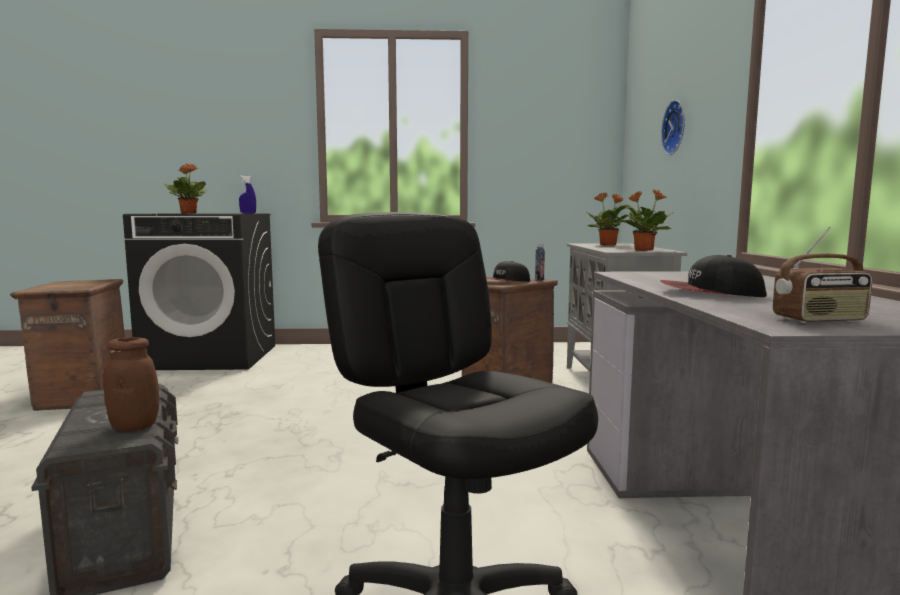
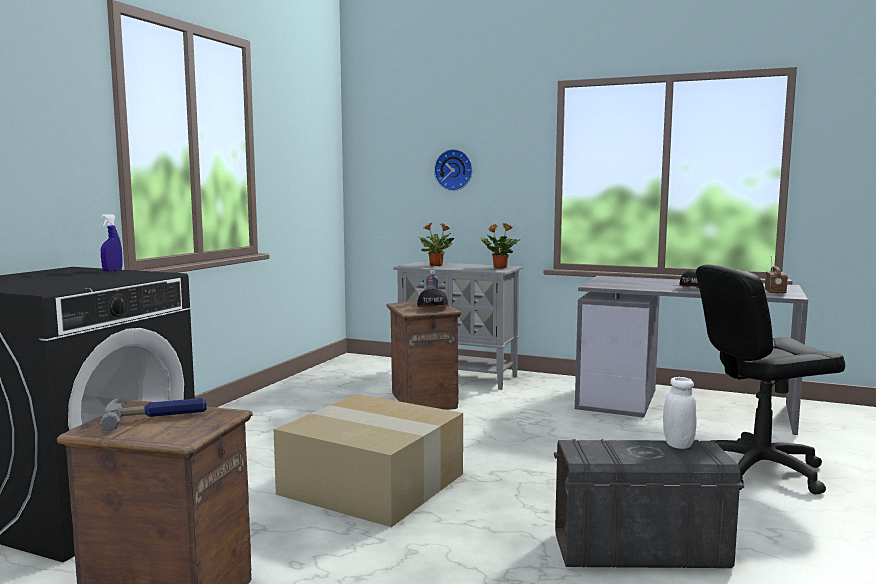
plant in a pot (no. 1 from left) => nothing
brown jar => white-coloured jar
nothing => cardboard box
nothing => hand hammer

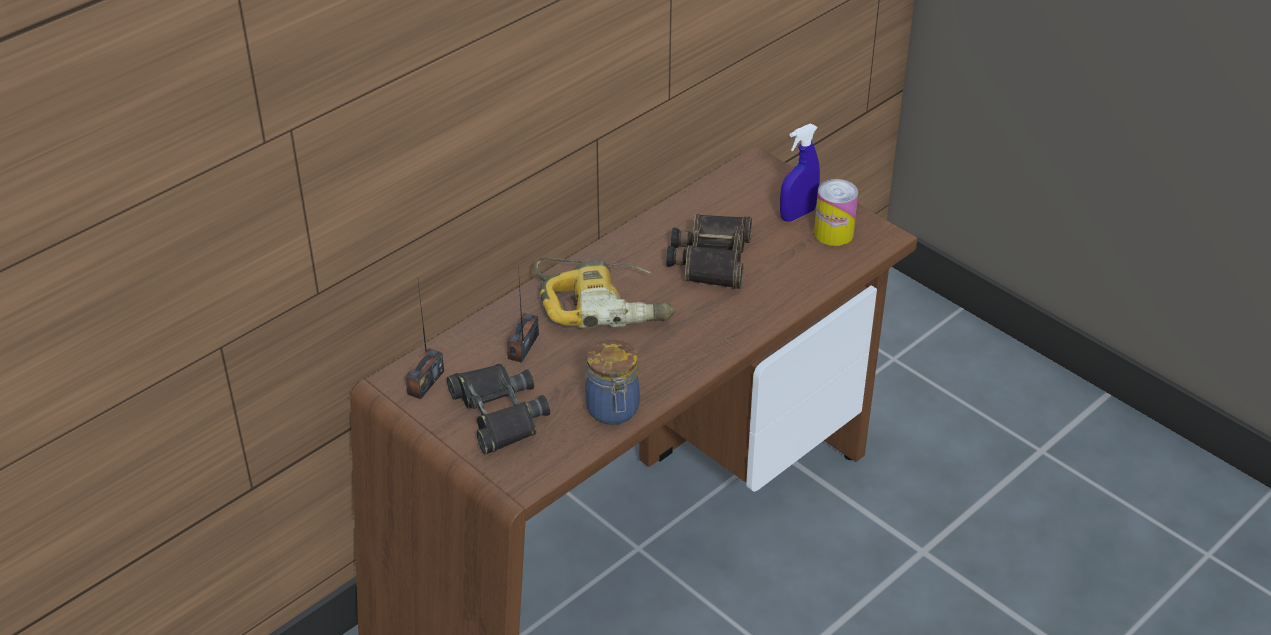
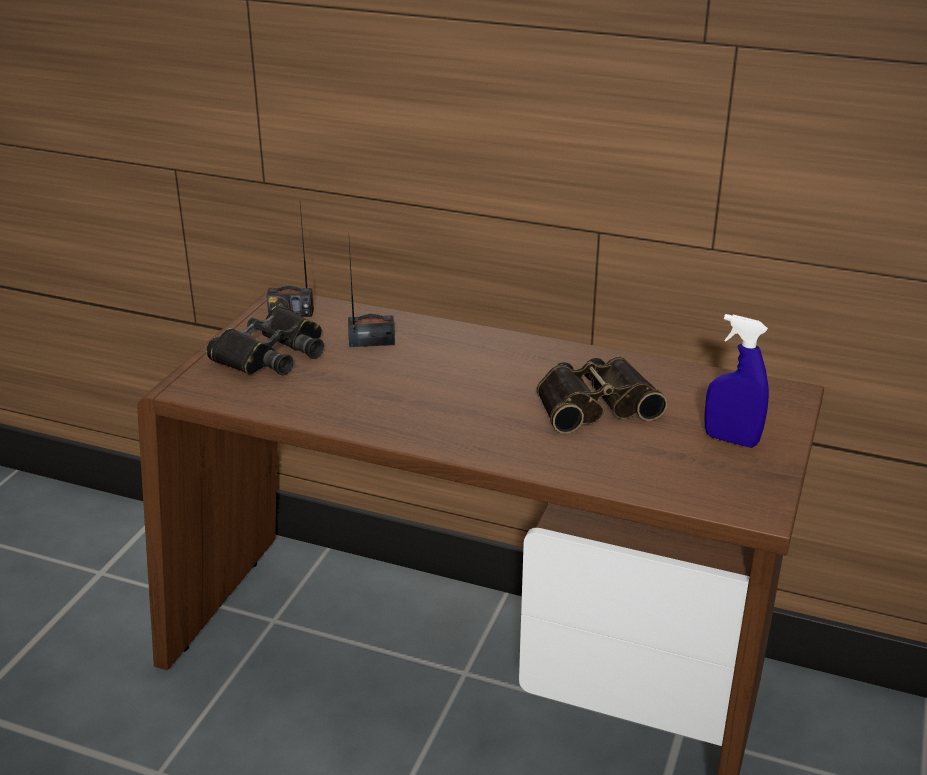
can => nothing
electric drill => nothing
jar => nothing

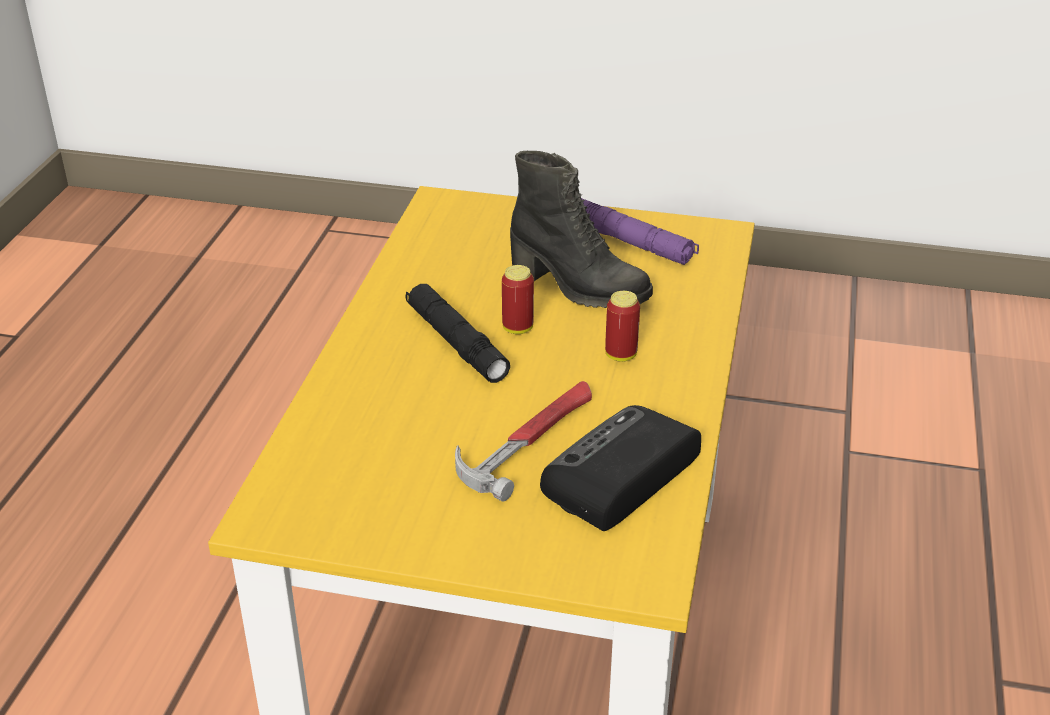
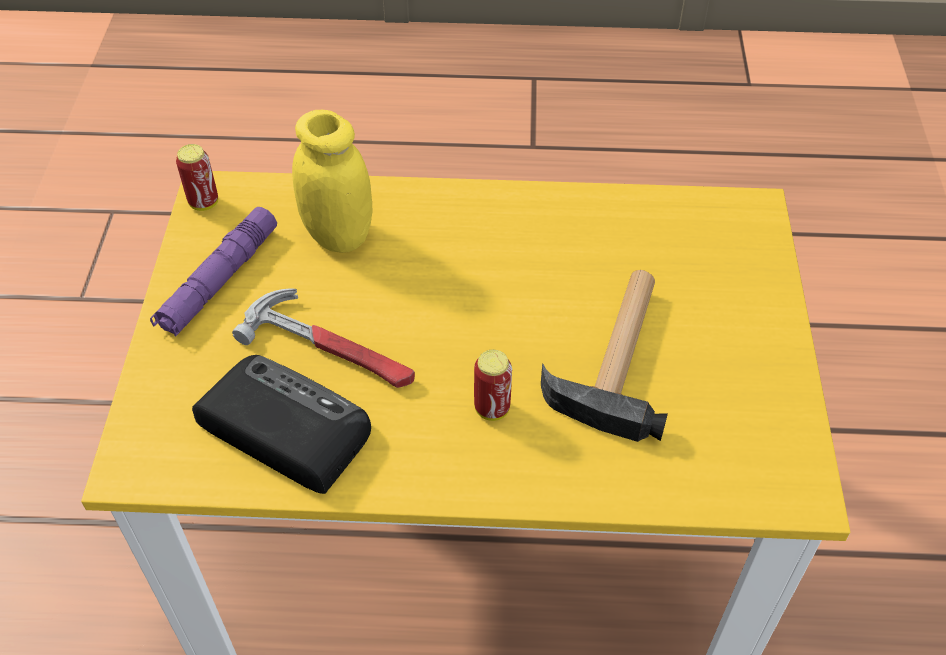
blackish tall boot => hand hammer (no. 2 from left)
purplish hand torch, shifted
can (no. 1 from left), shifted
blackish hand torch => nothing
nothing => yellowish jar

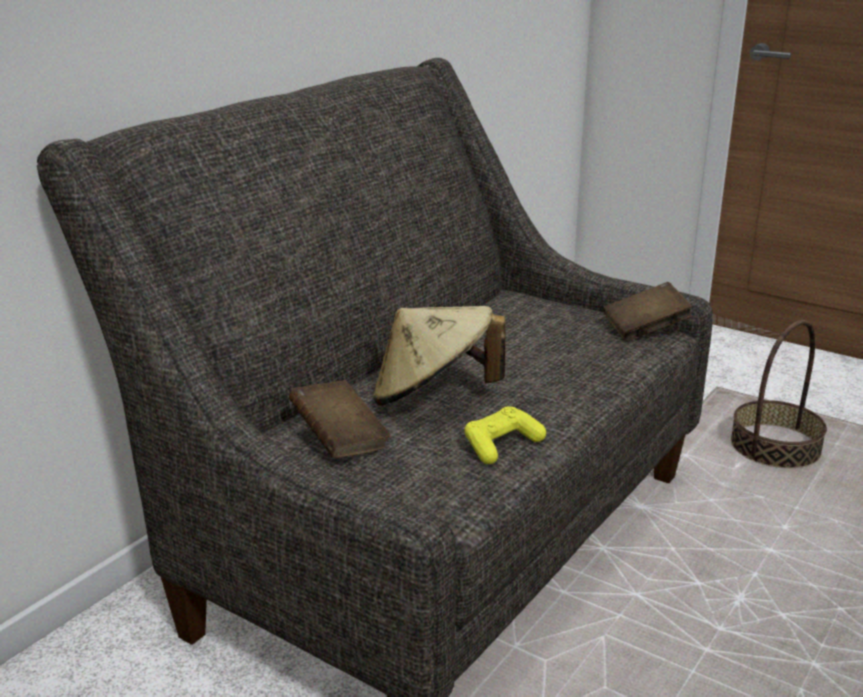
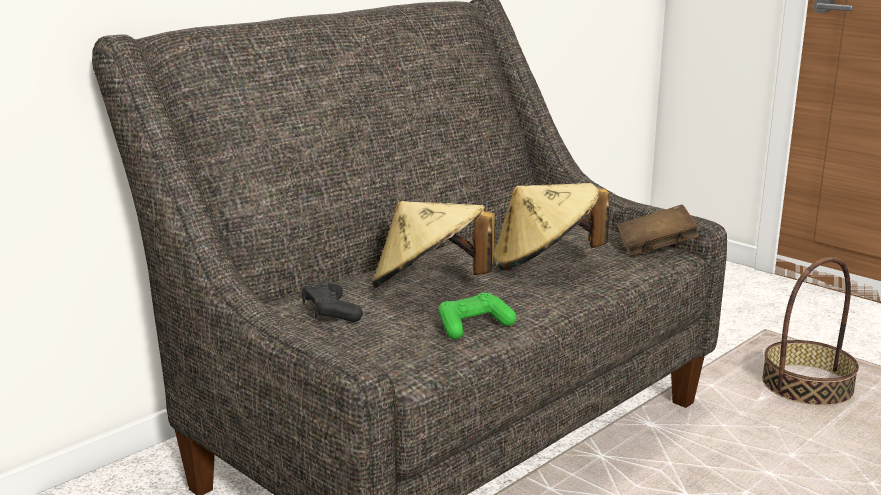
brown bound book (no. 1 from left) => blackish gamepad
yellowish gamepad => green gamepad
nothing => beige wearable hat (no. 2 from left)

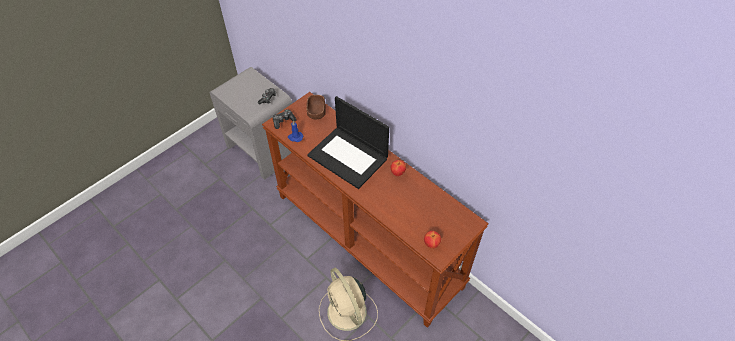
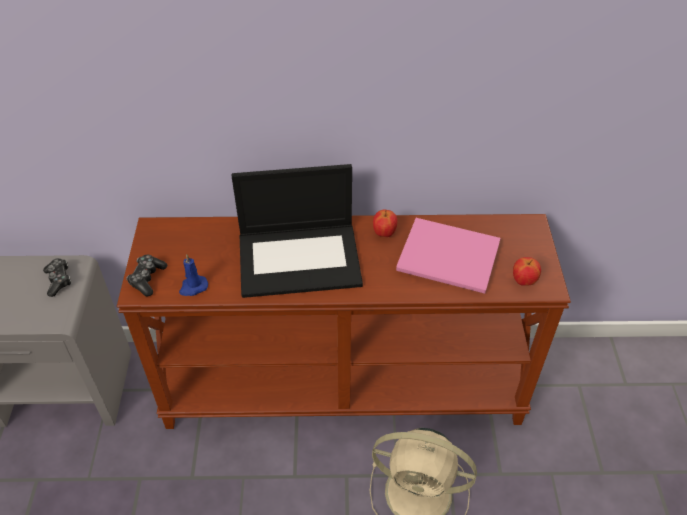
brown serving bowl => nothing
nothing => pink bound book

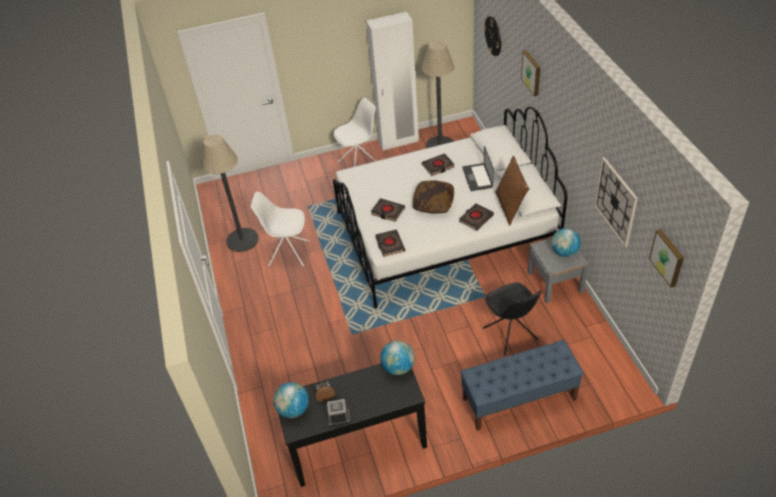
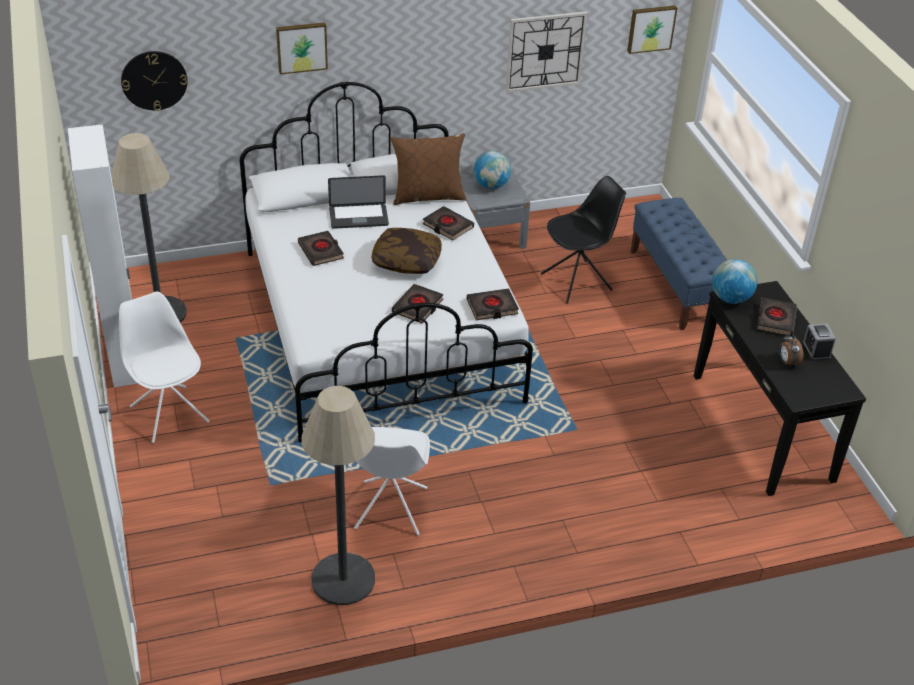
world globe (no. 1 from left) => nothing
nothing => blackish bound book (no. 5 from left)

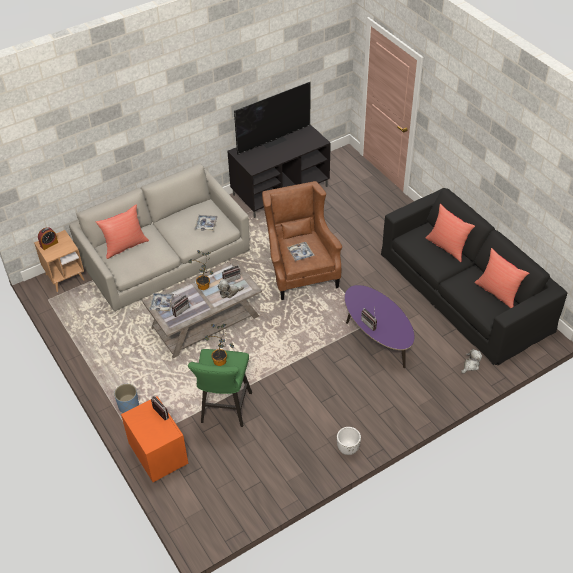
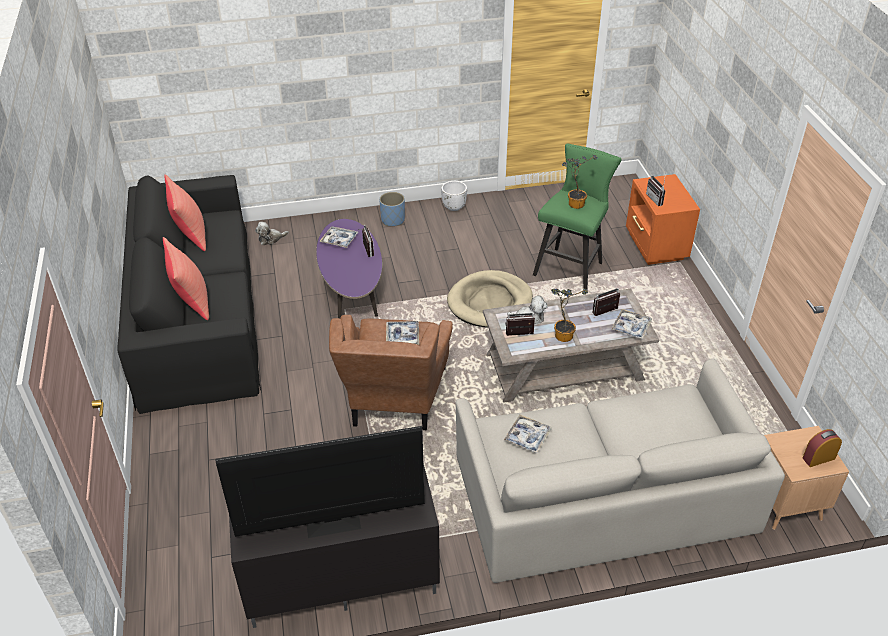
red-coloured cushion (no. 1 from left) => nothing
bluish plant pot, shifted
nothing => serving tray (no. 1 from left)
nothing => beige pet bed

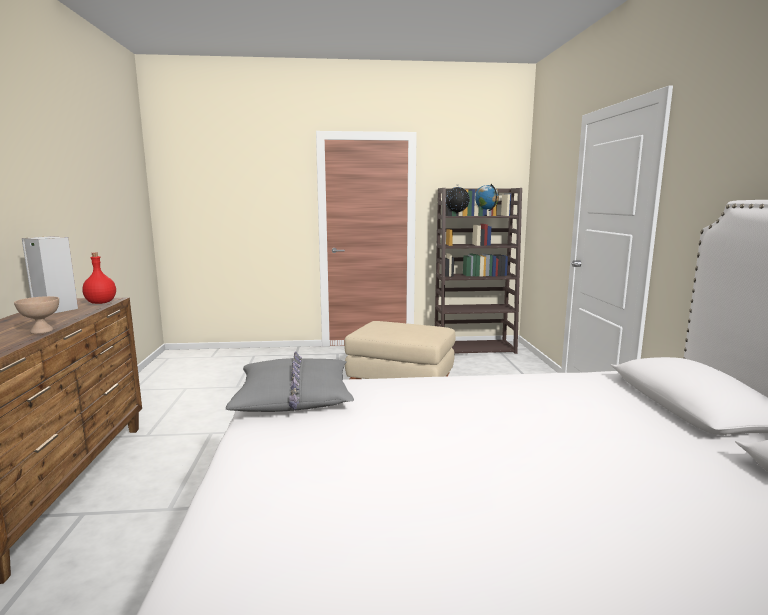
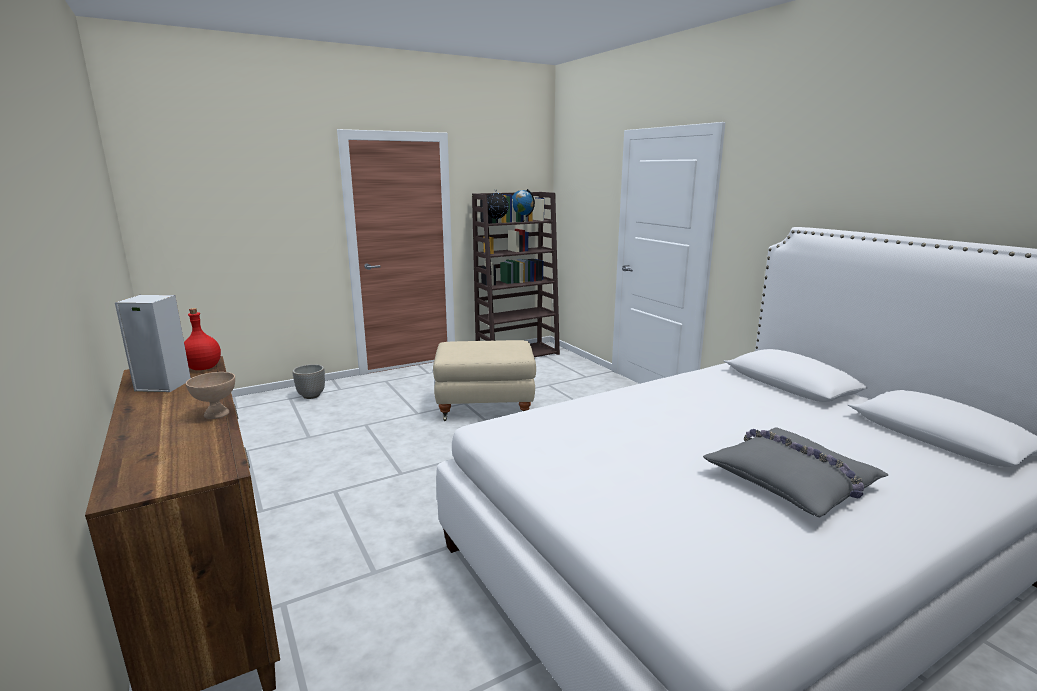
greyish cushion, shifted
nothing => plant pot

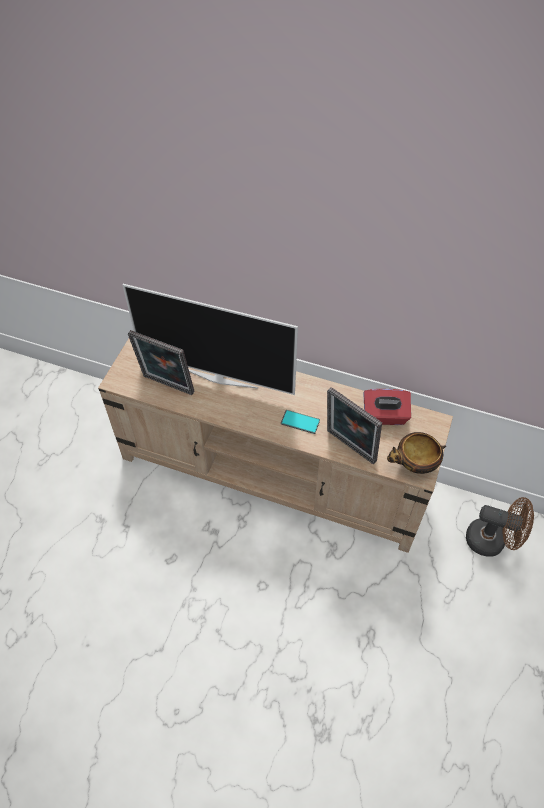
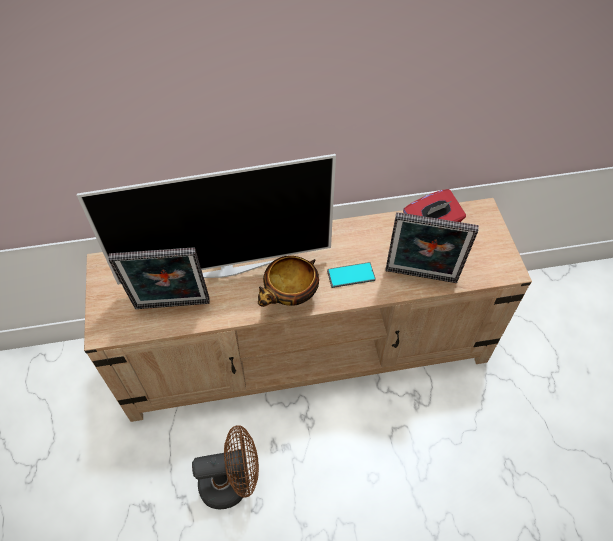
serving bowl, shifted
brown fan, shifted

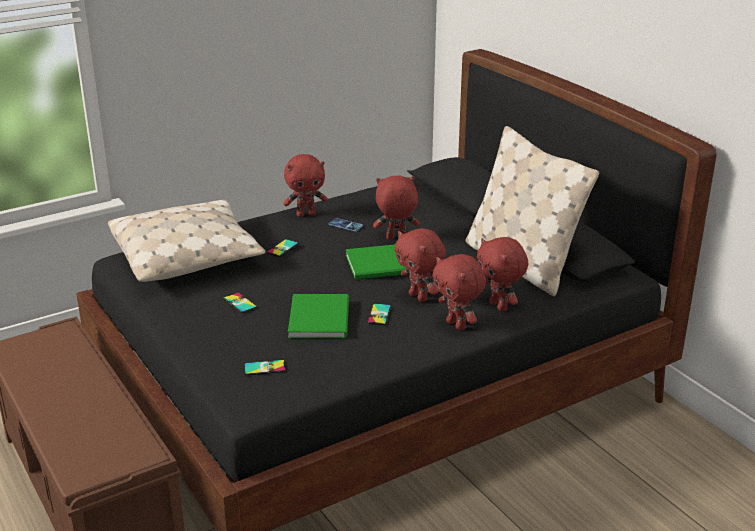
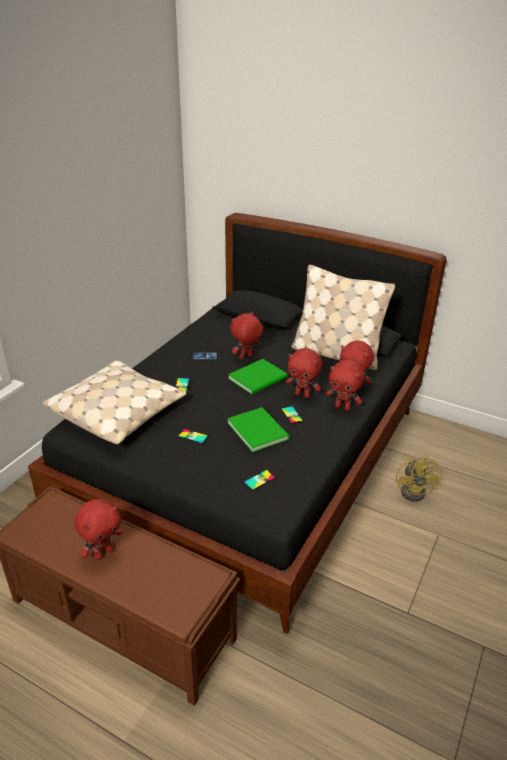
red-coloured cuddly toy (no. 1 from left), shifted
nothing => yellowish fan

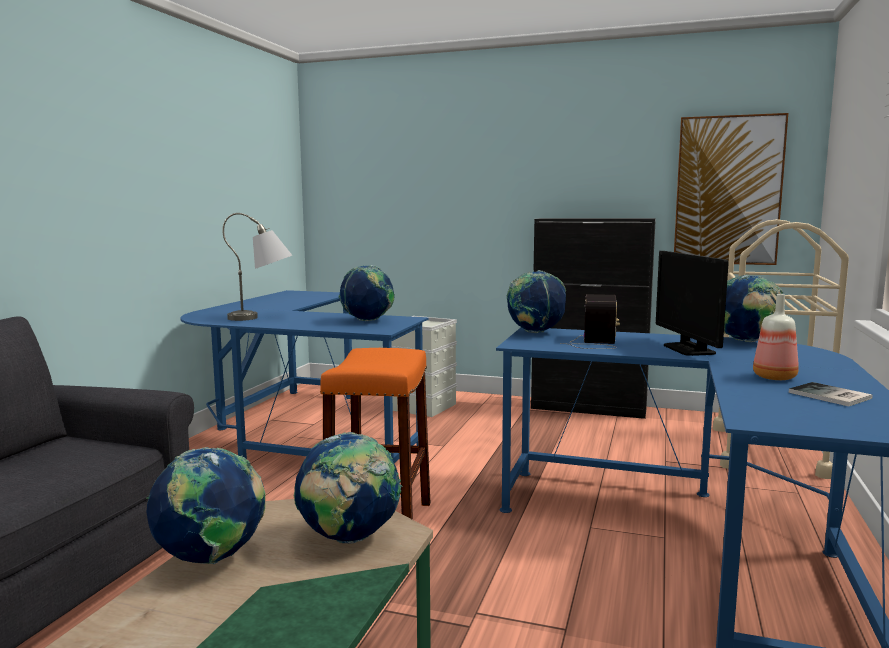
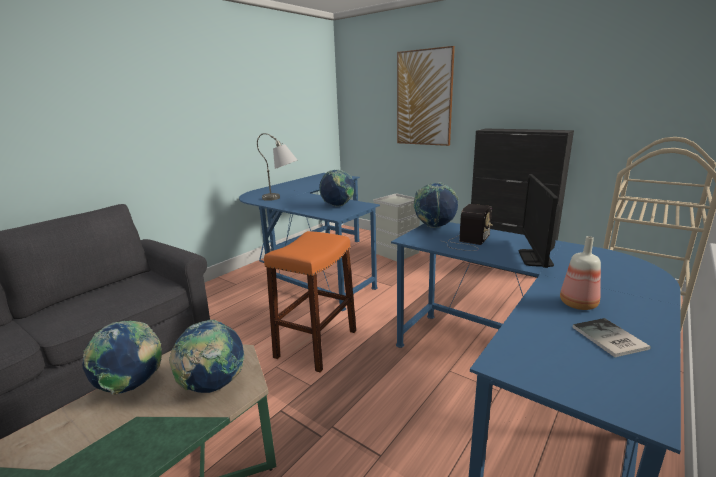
wall picture, shifted
world globe (no. 5 from left) => nothing

